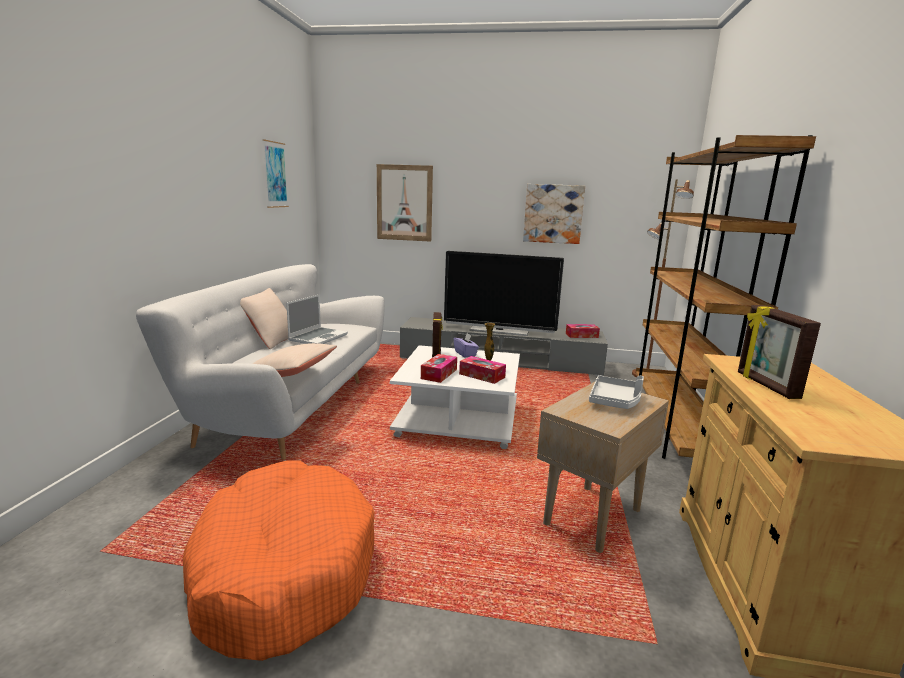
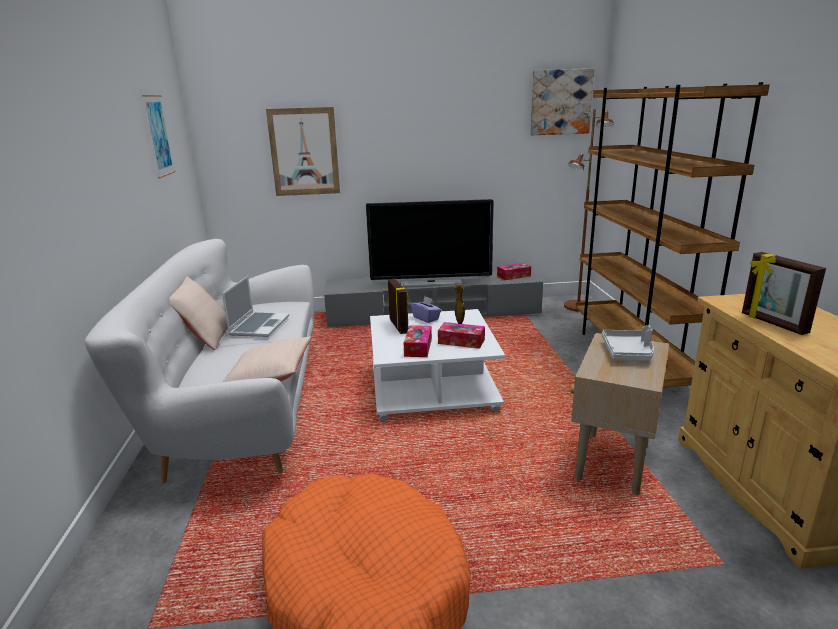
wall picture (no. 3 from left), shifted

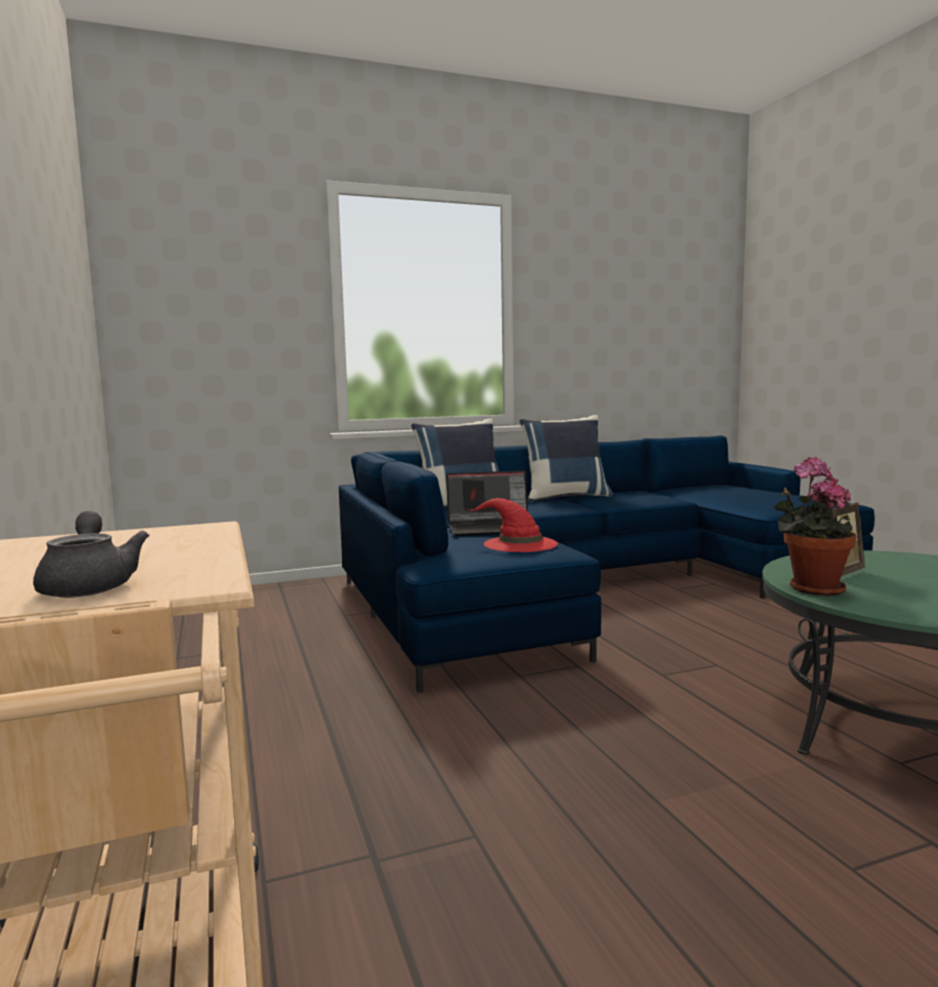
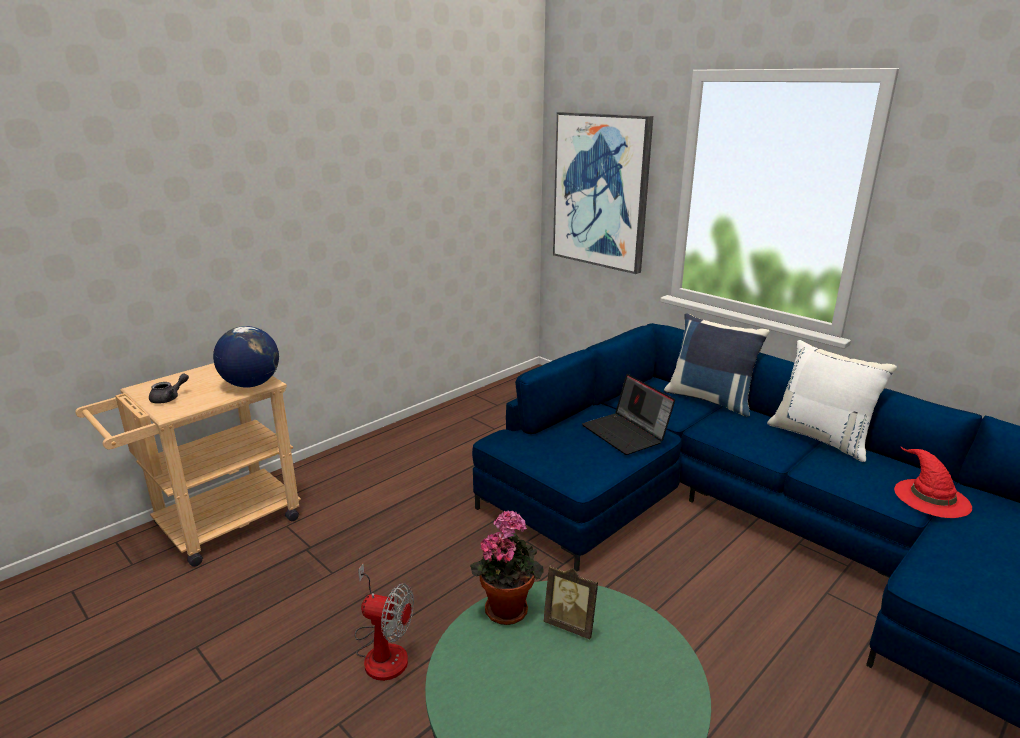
bluish cushion (no. 2 from left) => white-coloured cushion
red-coloured wearable hat, shifted
nothing => wall picture
nothing => world globe
nothing => fan

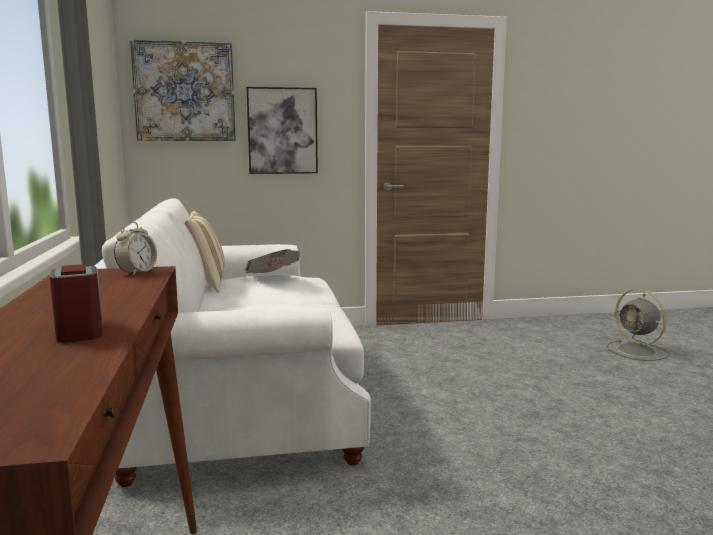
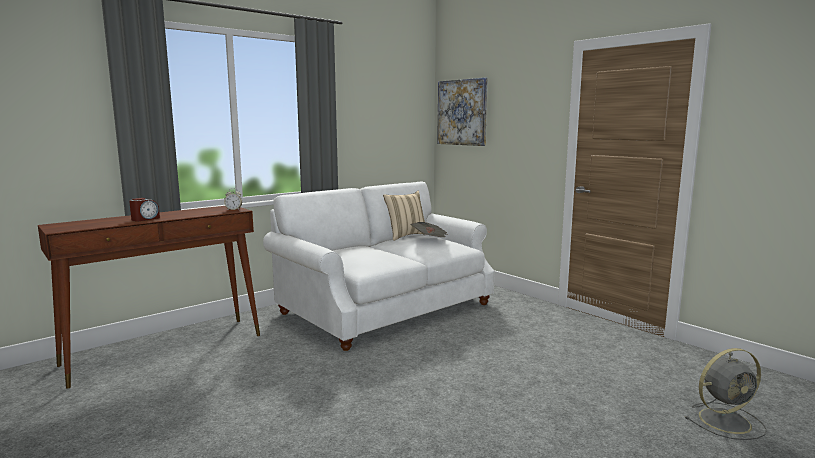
wall picture (no. 2 from left) => nothing
greyish fan, 135 degrees counterclockwise

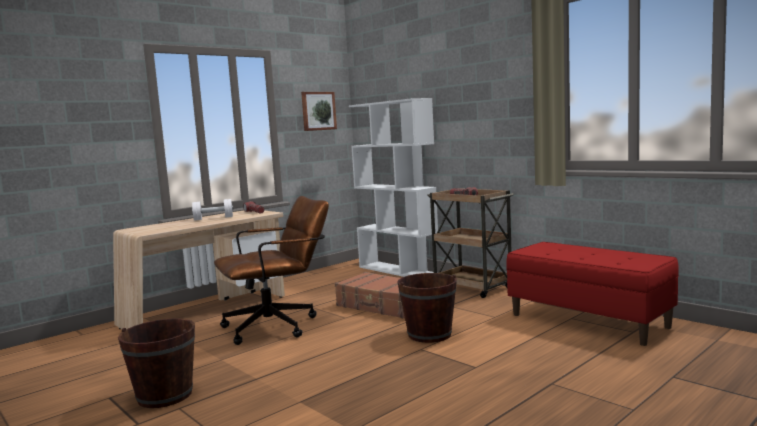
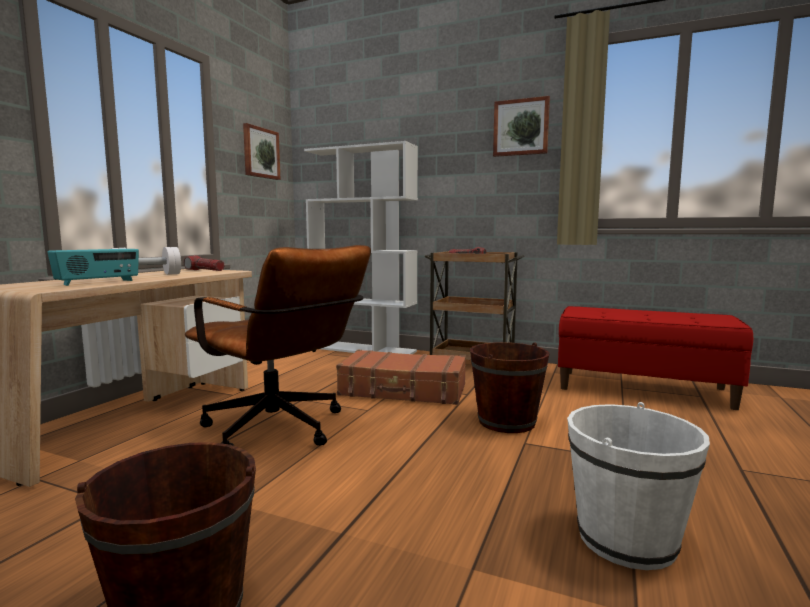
brown office chair, 90 degrees clockwise
nothing => wall picture (no. 2 from left)
nothing => radio
nothing => white-coloured bucket

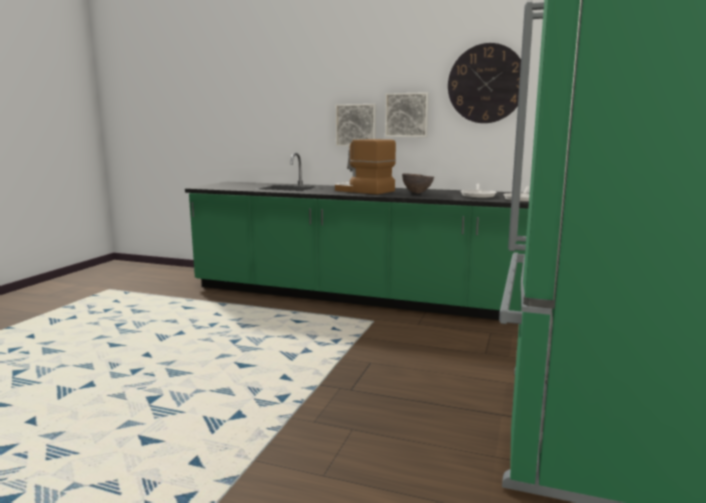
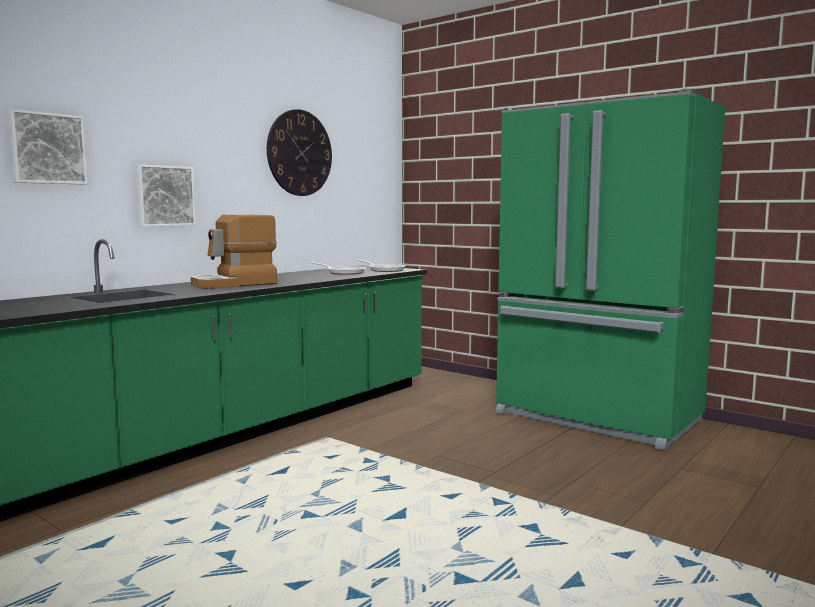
wall picture (no. 2 from left in the first image) => wall picture (no. 1 from left), shifted
brown serving bowl => nothing

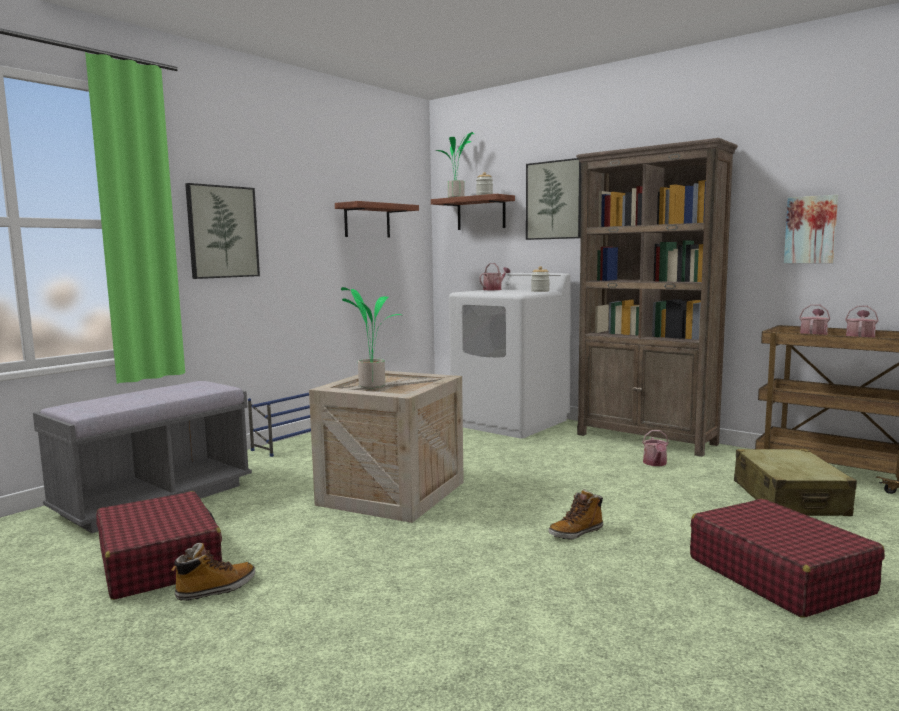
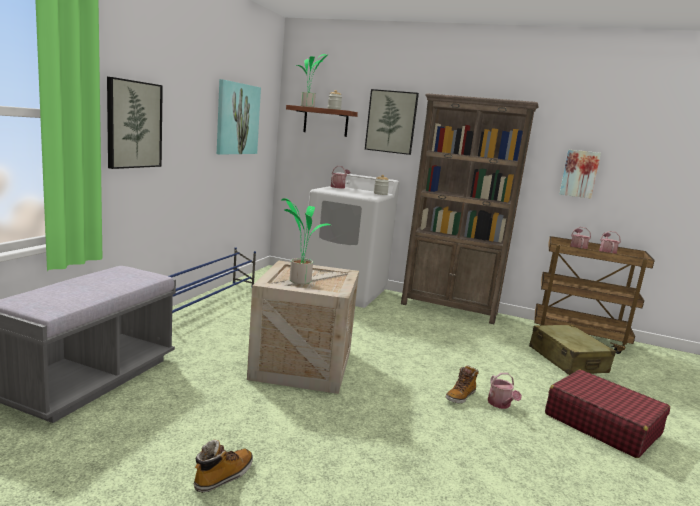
shelf (no. 1 from left) => wall picture (no. 2 from left)
watering can (no. 2 from left), shifted
red-coloured travel case (no. 1 from left) => nothing

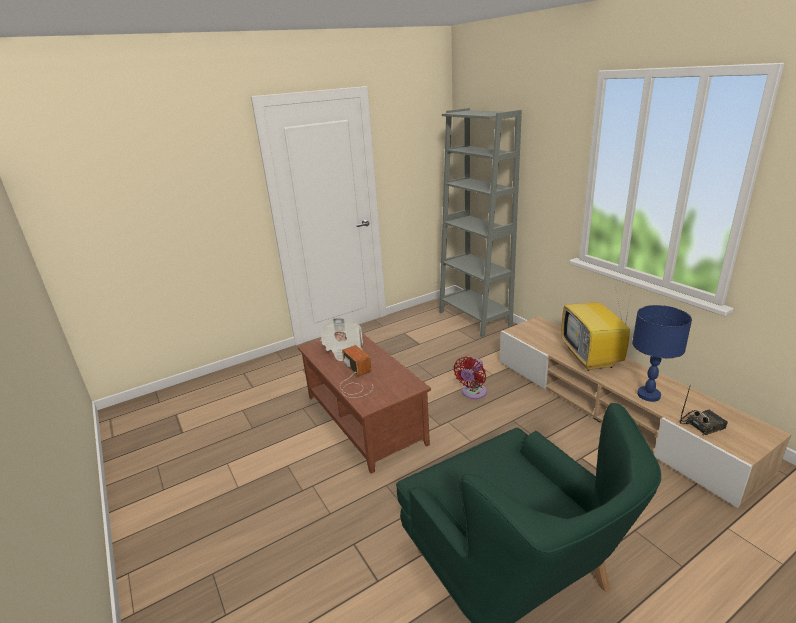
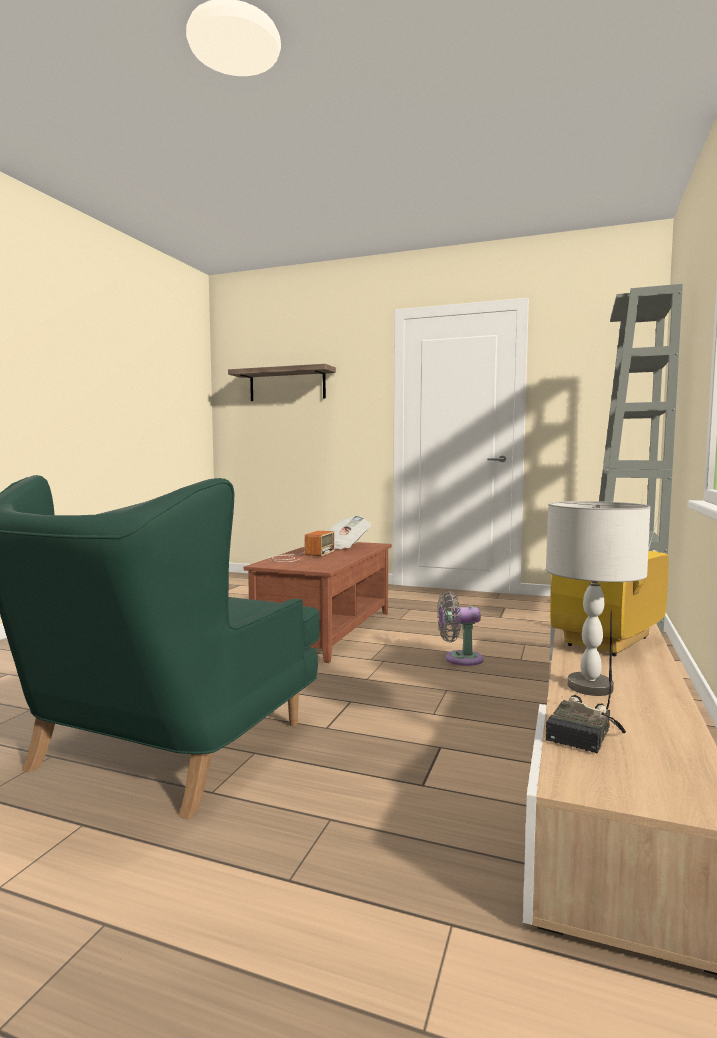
bluish table lamp => greyish table lamp
red-coloured fan => greyish fan
radio (no. 2 from left), 90 degrees clockwise
nothing => shelf

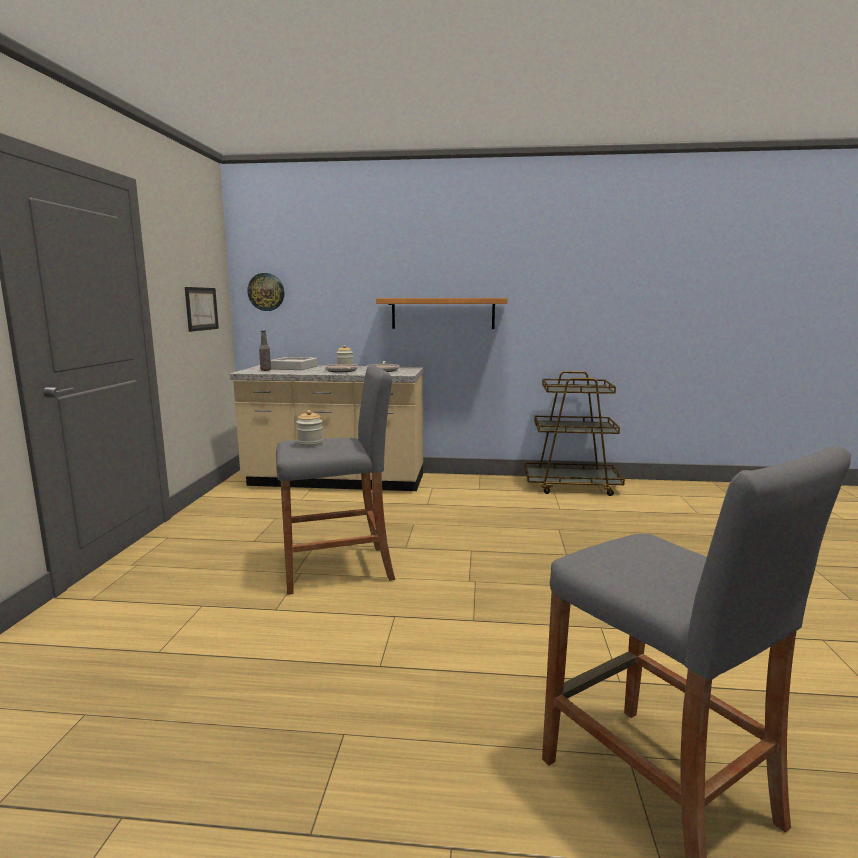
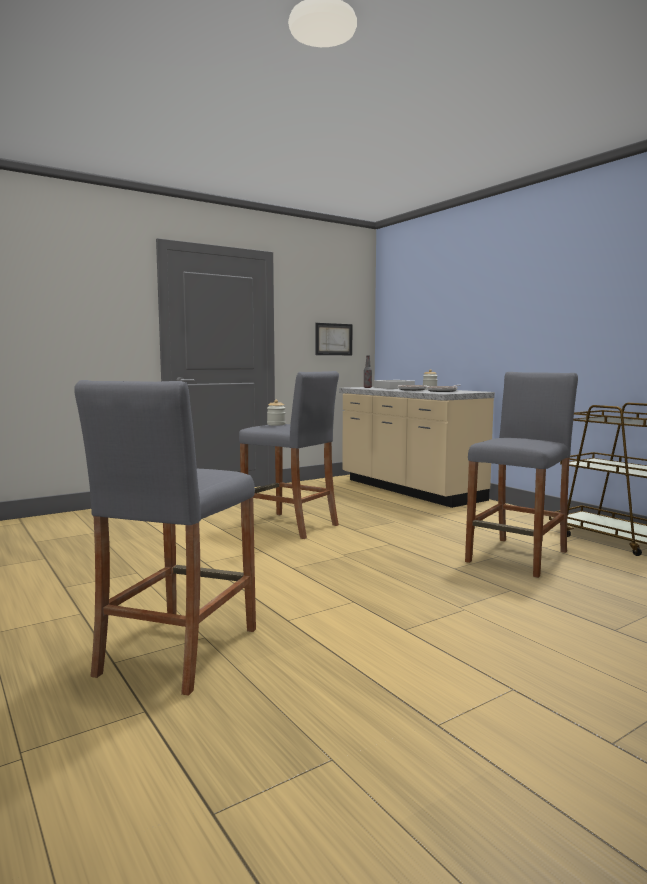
hanging clock => nothing
shelf => nothing
nothing => greyish stool seat (no. 3 from left)

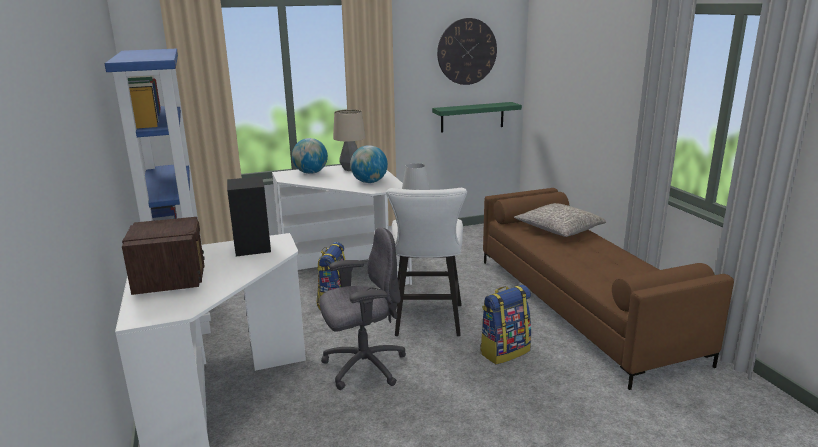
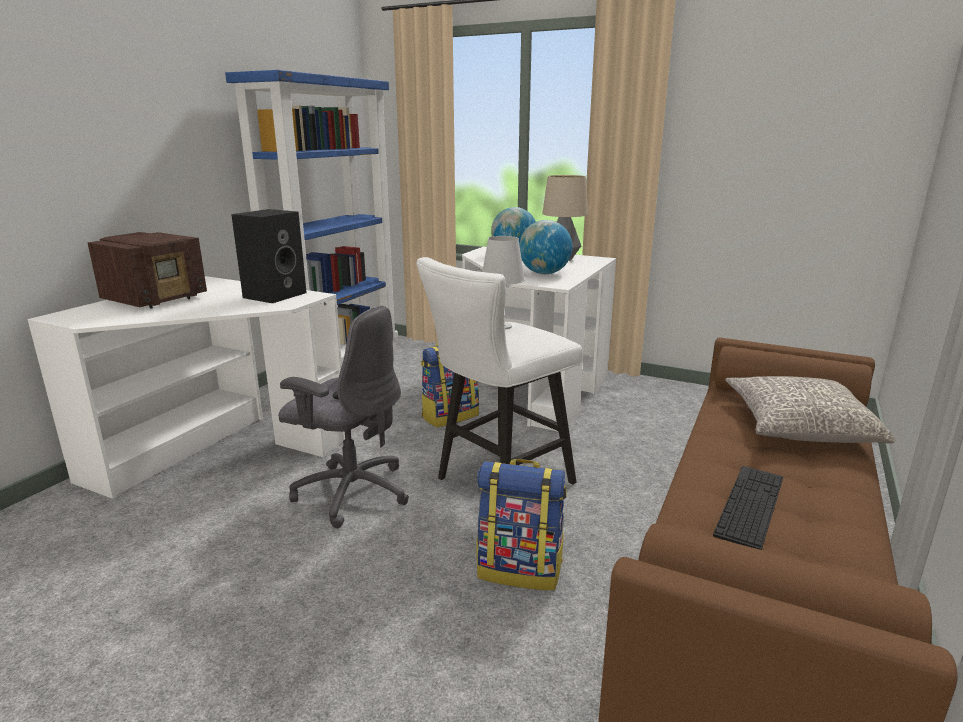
hanging clock => nothing
green shelf => nothing
nothing => computer keyboard

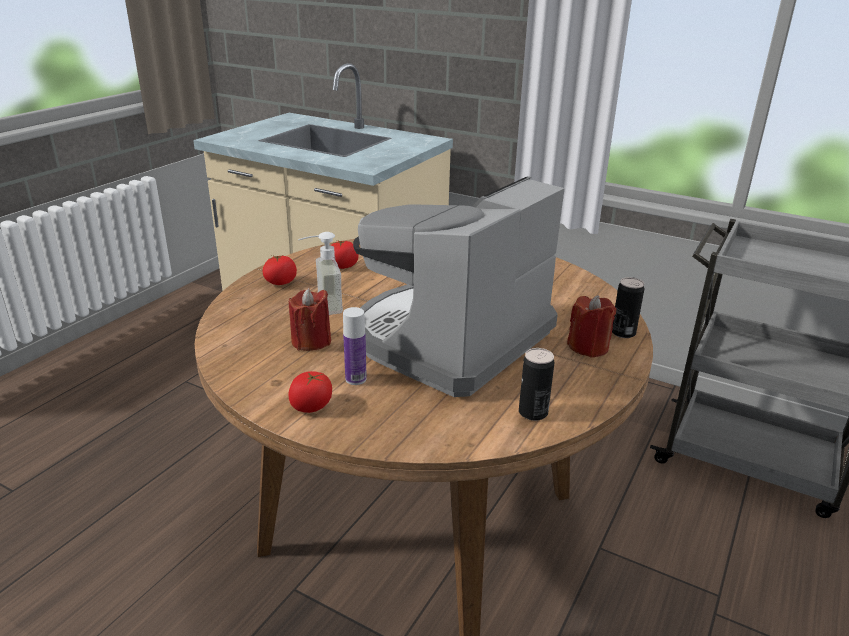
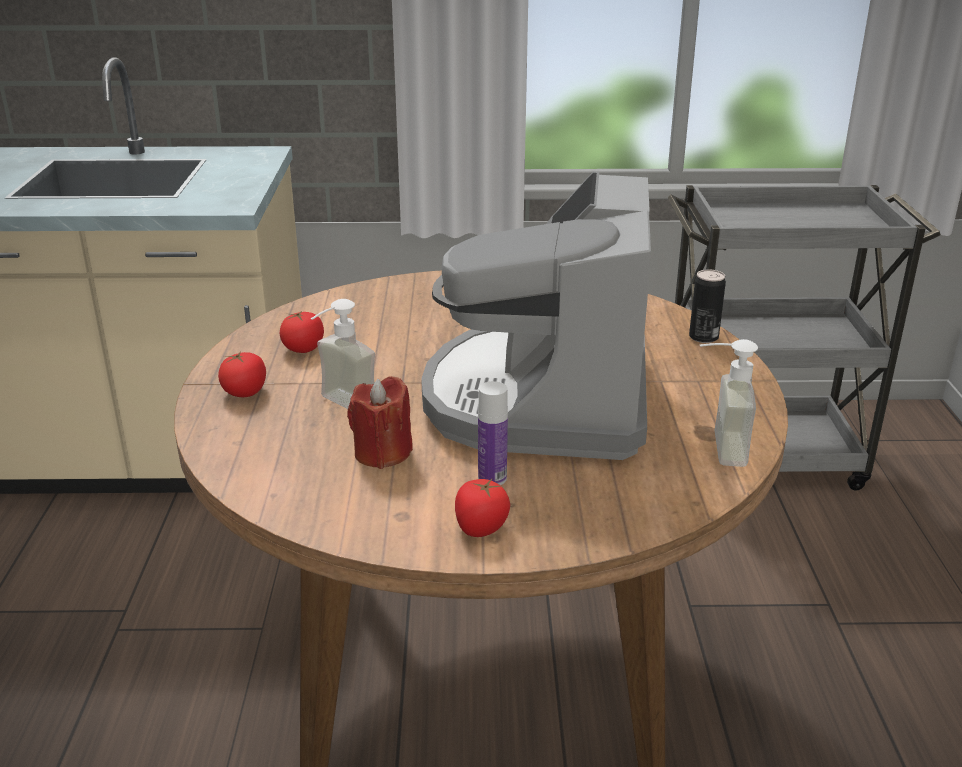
red-coloured wax light (no. 2 from left) => nothing
can (no. 1 from left) => soap bottle (no. 2 from left)

